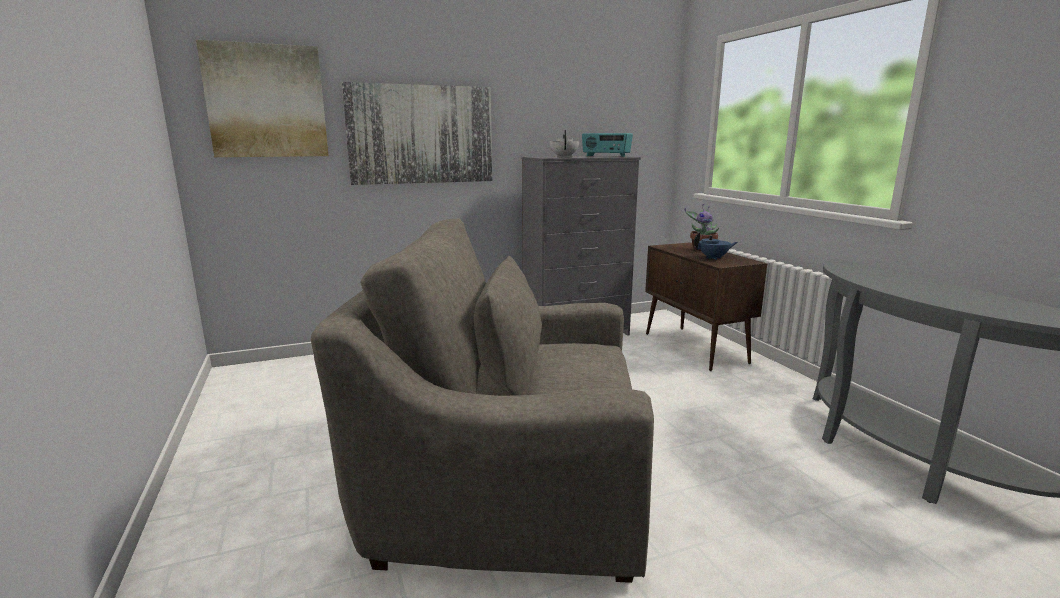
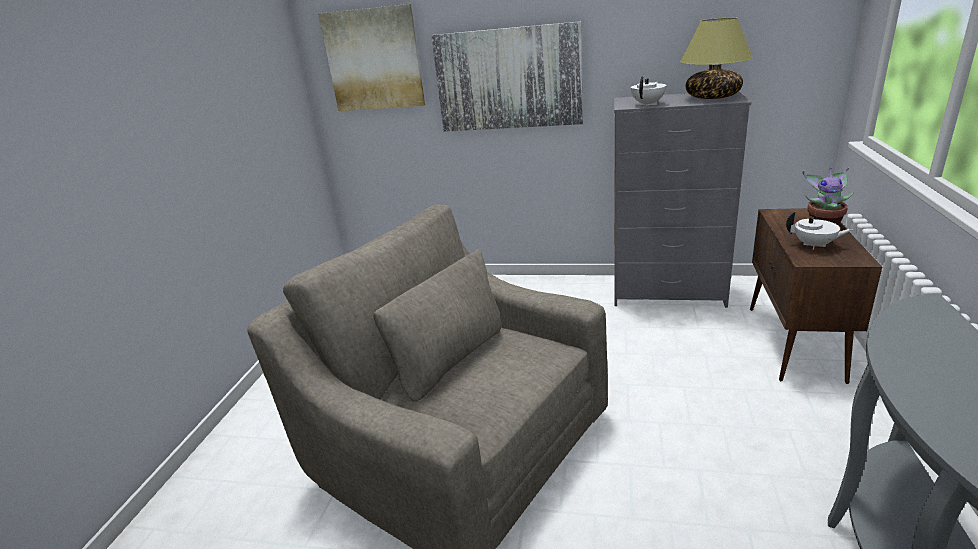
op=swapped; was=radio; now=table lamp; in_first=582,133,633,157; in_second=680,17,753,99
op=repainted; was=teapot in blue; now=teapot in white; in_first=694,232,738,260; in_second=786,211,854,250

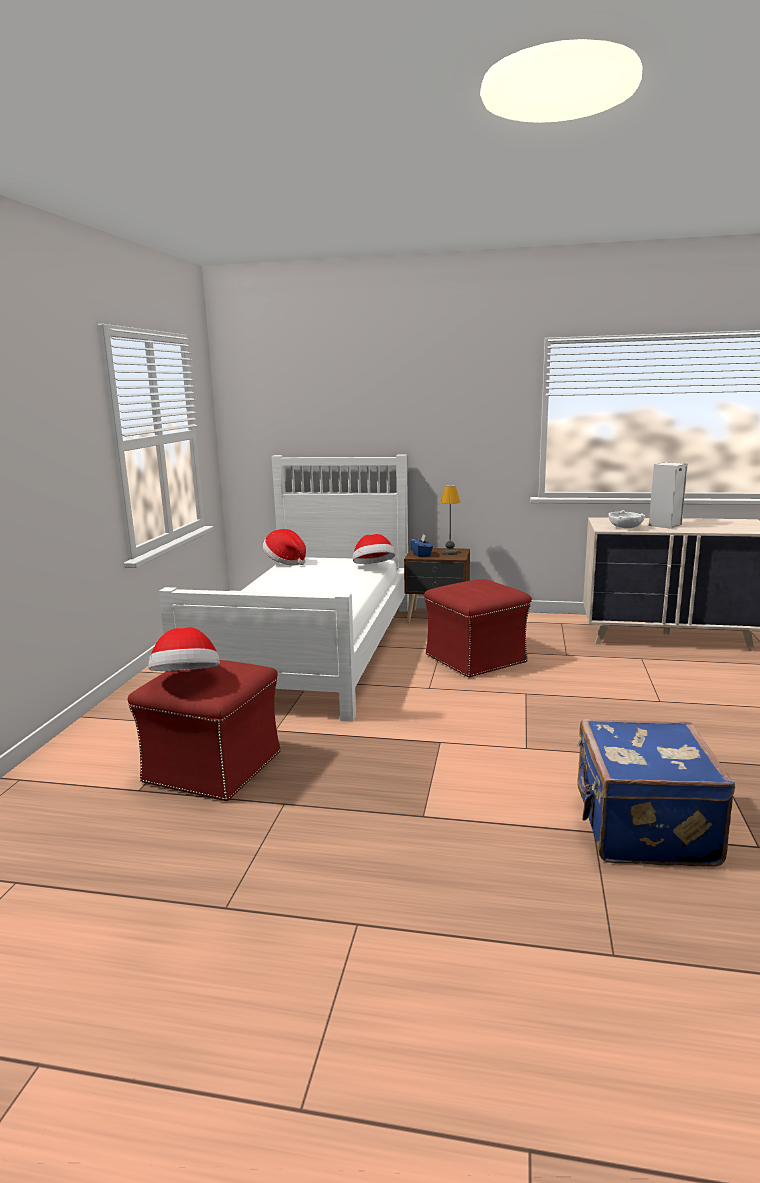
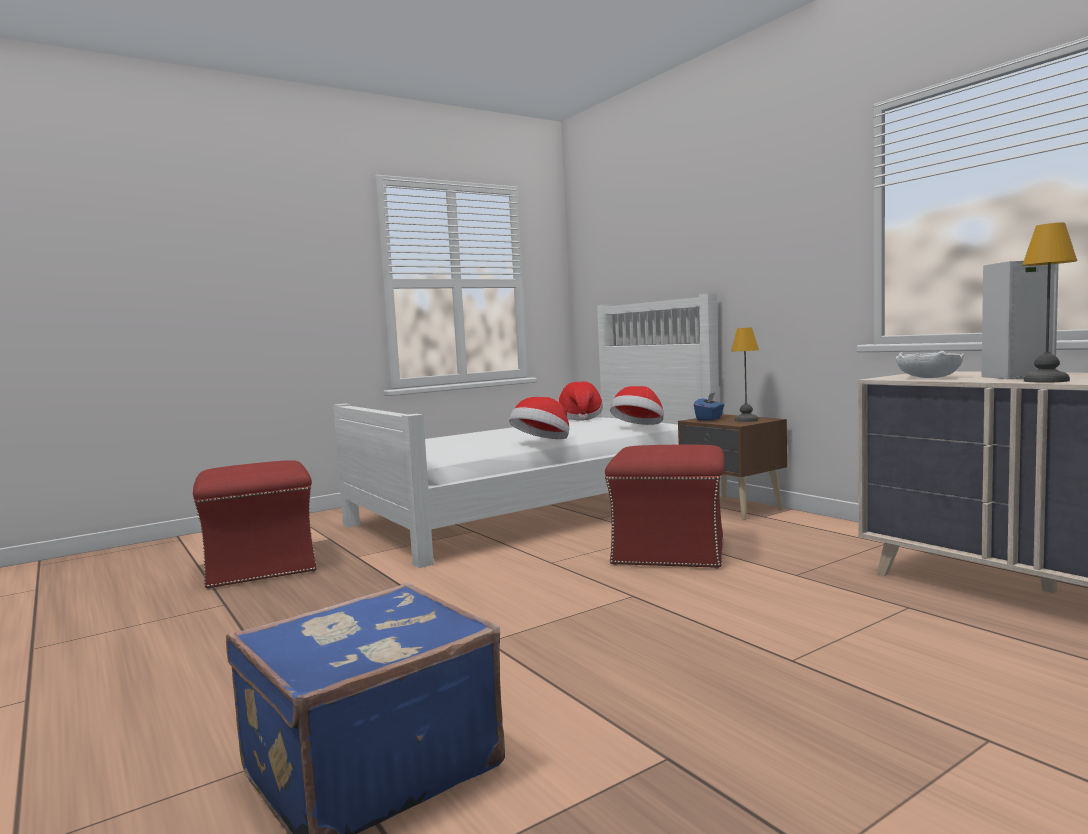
op=shifted; was=hat; in_first=148,627,220,671; in_second=509,397,570,439
op=new; now=table lamp; in_second=1022,223,1077,383

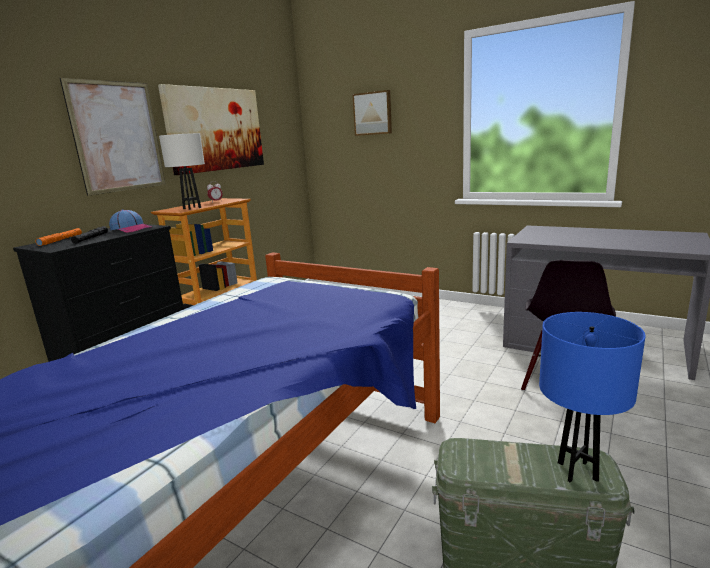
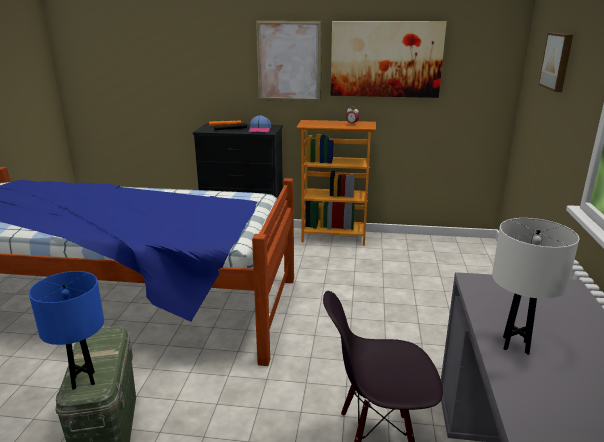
op=shifted; was=table lamp in white; in_first=159,133,205,210; in_second=492,218,579,354

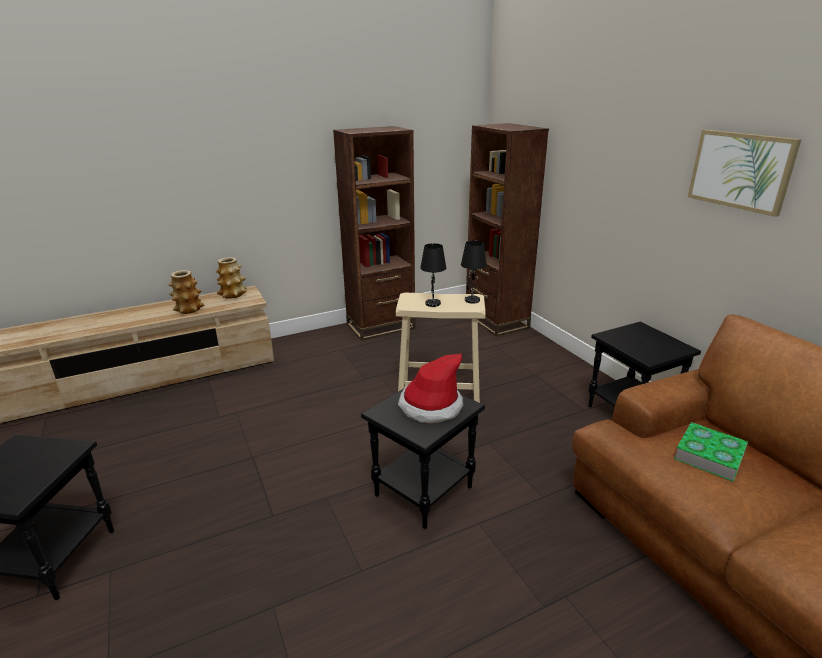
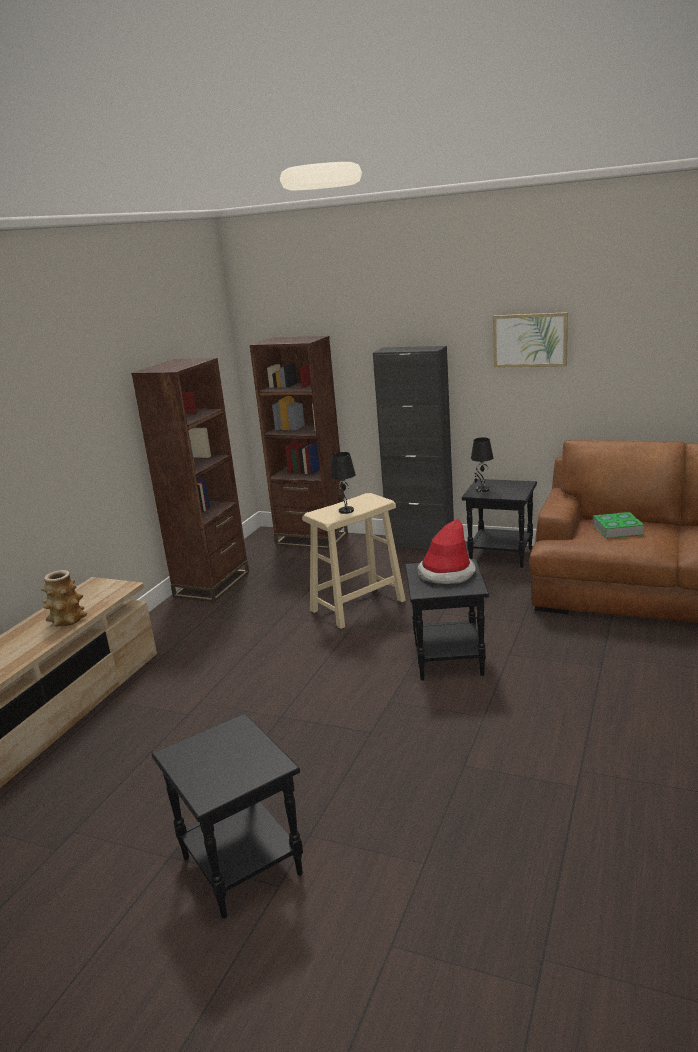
op=new; now=cabinet in black; in_second=373,346,454,551
op=shifted; was=table lamp in black; in_first=461,241,487,304; in_second=471,437,493,492
op=gone; was=vase; in_first=216,257,247,299

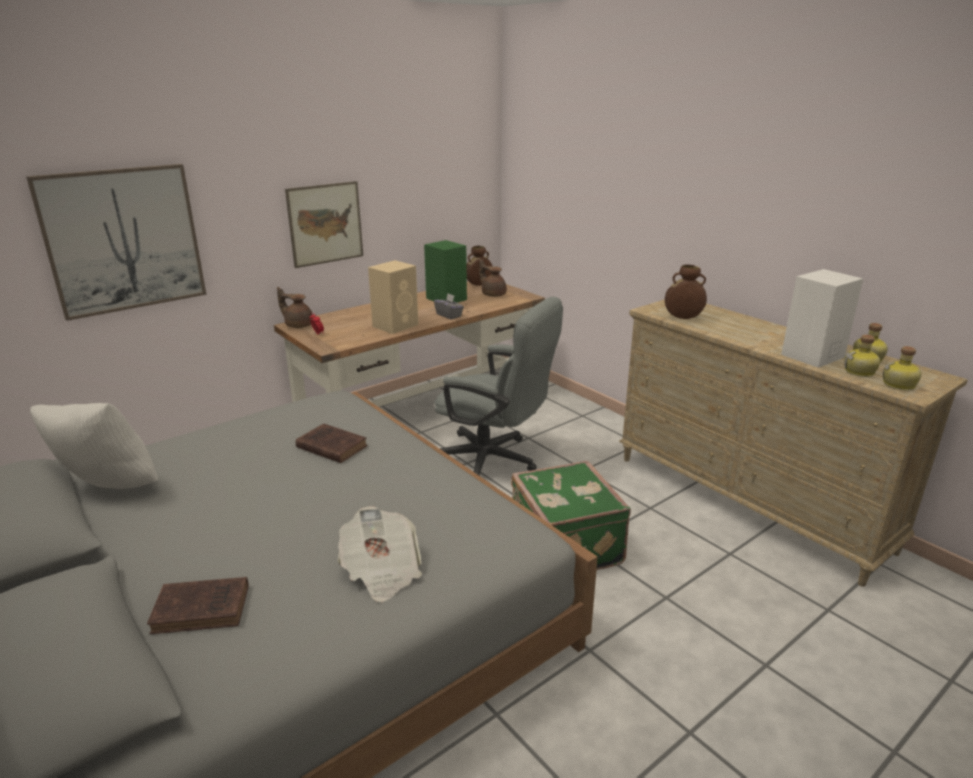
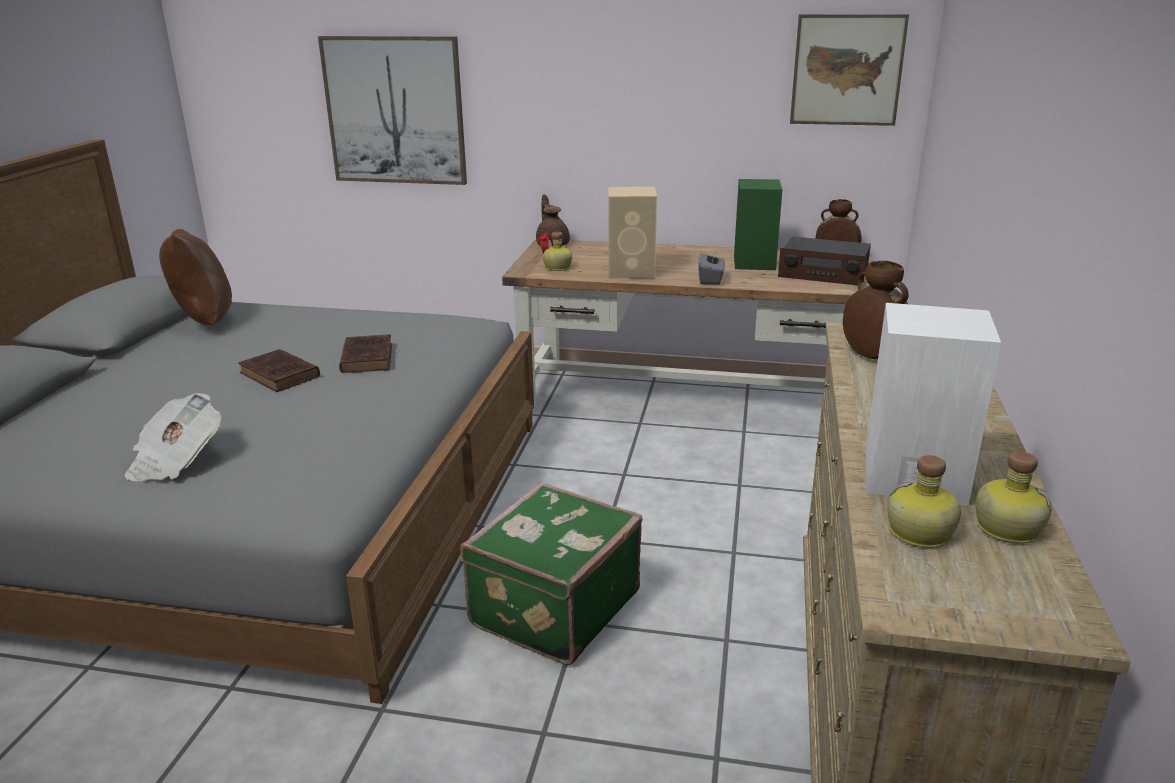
op=repainted; was=pillow in white; now=pillow in brown; in_first=30,403,158,489; in_second=159,229,232,325
op=shifted; was=book in brown; in_first=147,577,249,634; in_second=238,349,320,392
op=shifted; was=bottle; in_first=883,346,921,390; in_second=543,232,572,271
op=swapped; was=teapot in brown; now=radio; in_first=479,259,507,297; in_second=778,236,871,285
op=shifted; was=picture; in_first=285,181,363,268; in_second=790,14,909,126
op=gone; was=office chair in grey; in_first=435,297,563,475

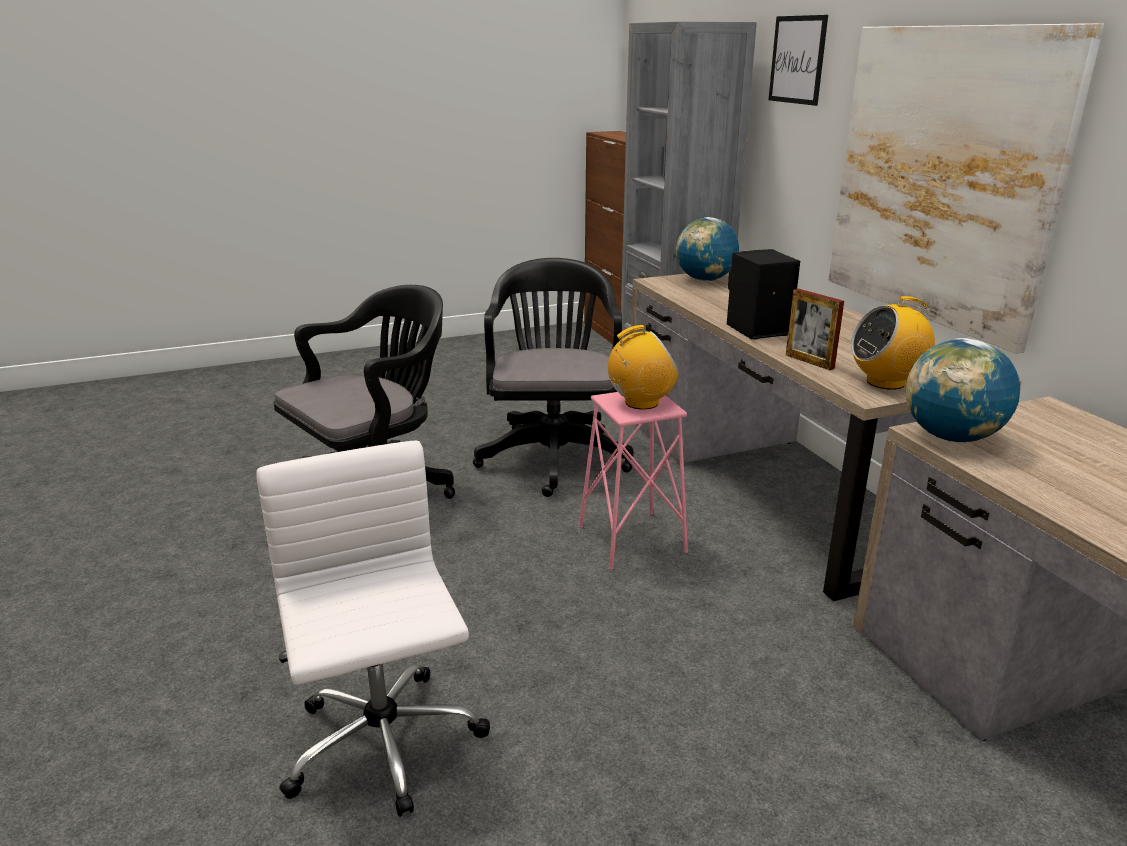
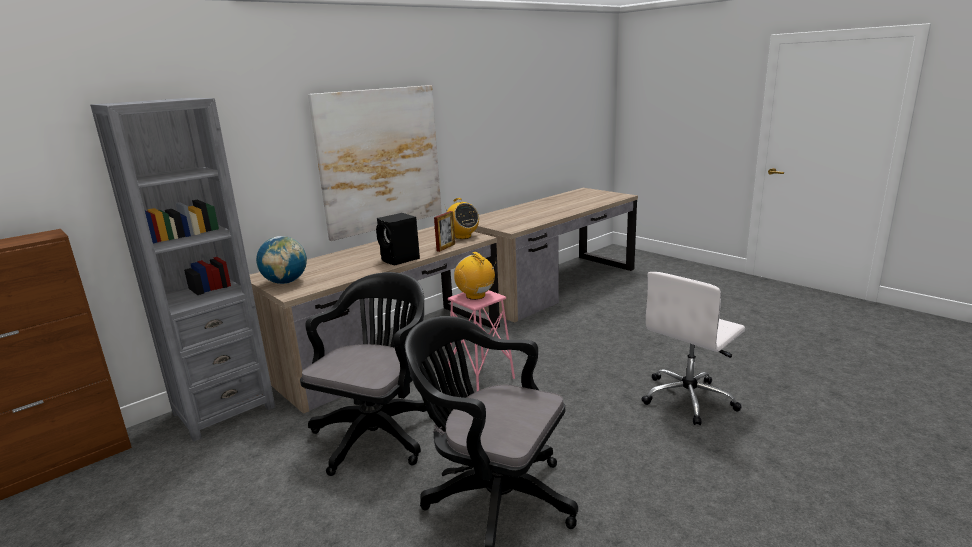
op=rotated; was=office chair in black; in_first=473,258,634,497; in_second=300,272,431,476; clockwise=135
op=gone; was=picture; in_first=769,15,828,106
op=gone; was=globe; in_first=906,338,1020,443

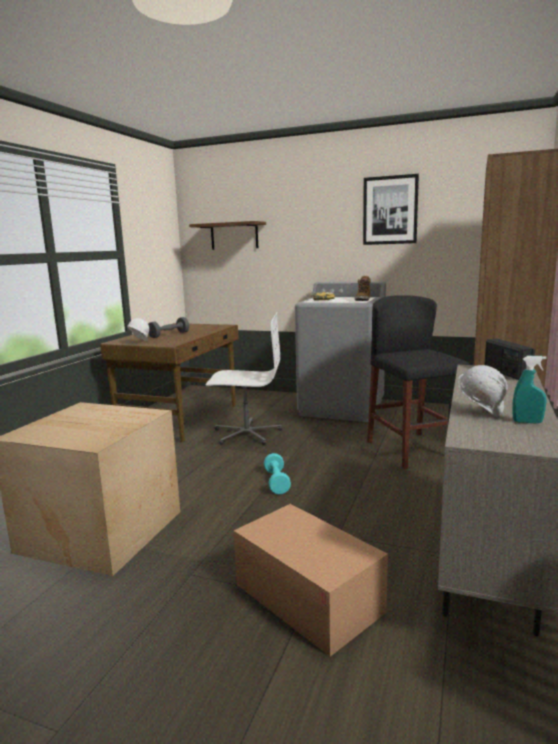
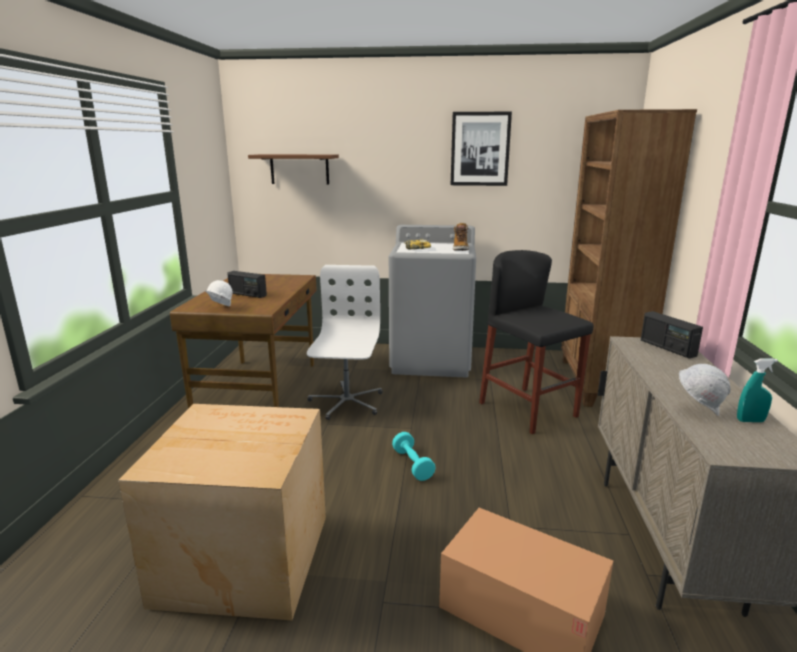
op=swapped; was=dumbbell in grey; now=radio; in_first=148,317,189,338; in_second=228,271,267,298
op=rotated; was=office chair in white; in_first=205,312,282,445; in_second=307,265,383,420; clockwise=-75

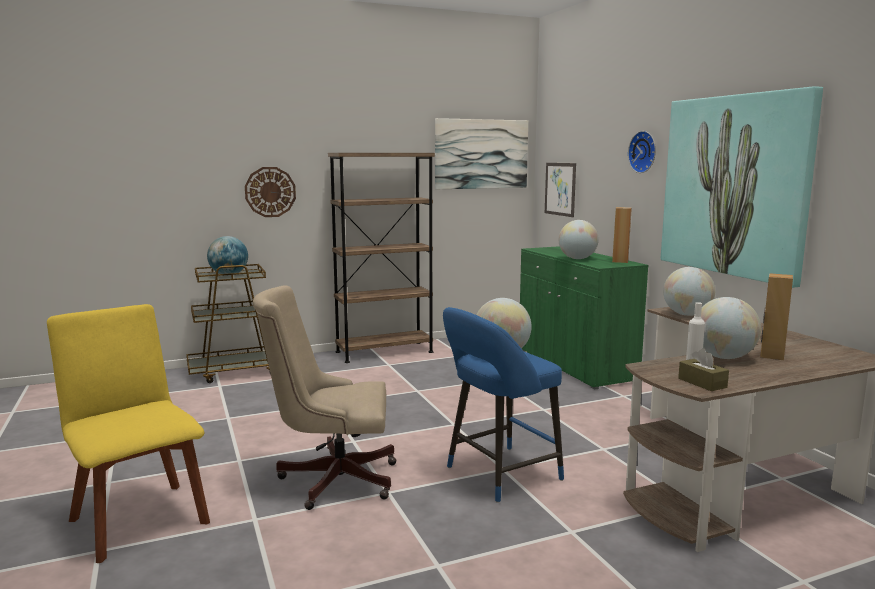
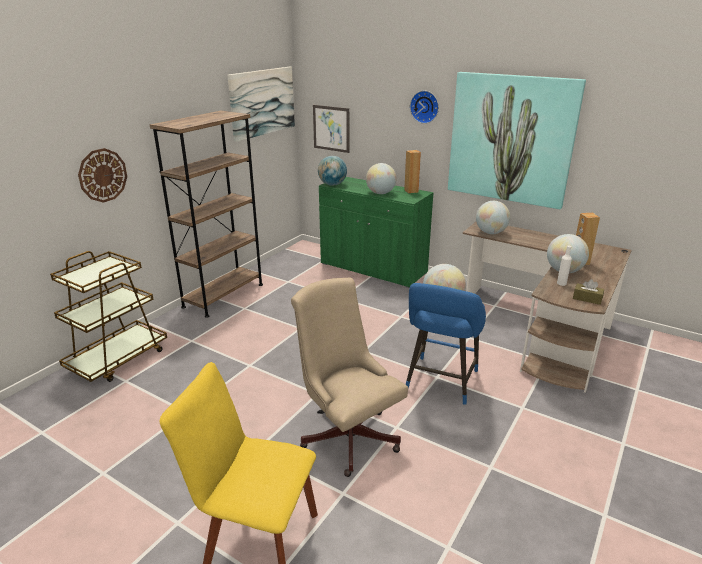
op=rotated; was=office chair in beige; in_first=253,285,397,510; in_second=291,277,408,477; clockwise=90
op=shifted; was=globe; in_first=207,236,248,274; in_second=318,156,347,185

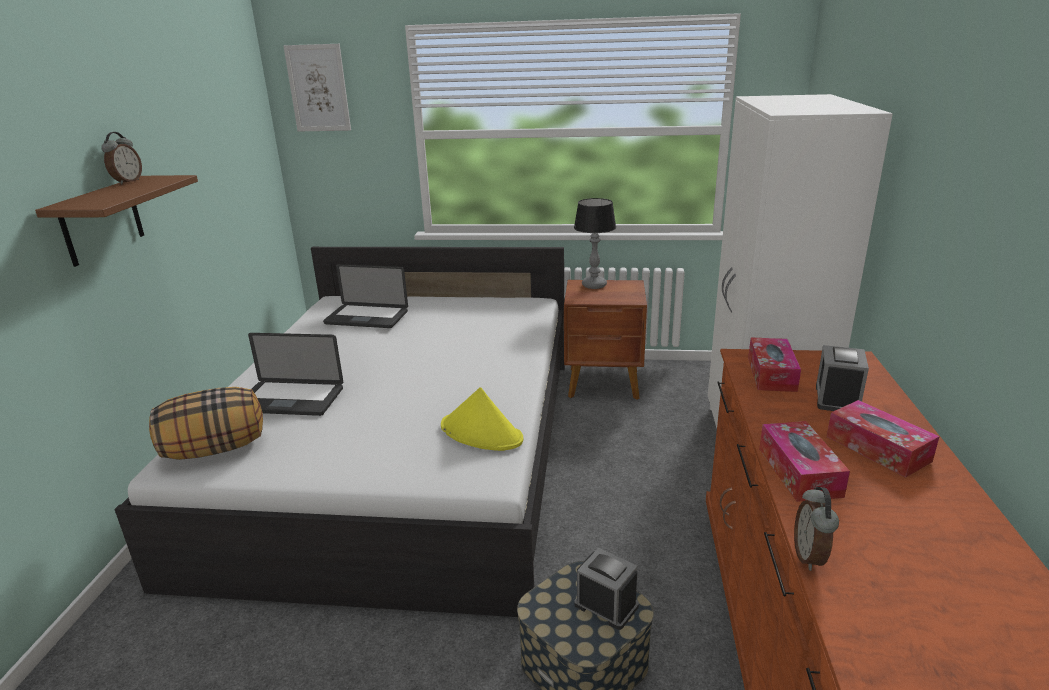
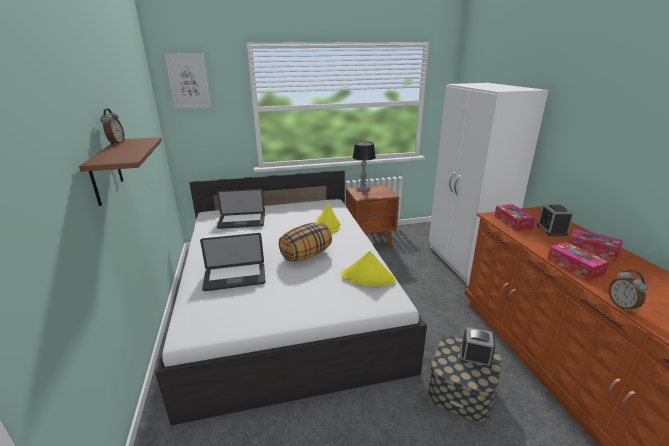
op=shifted; was=pillow; in_first=149,387,263,460; in_second=279,223,332,262
op=new; now=hat in yellow; in_second=316,203,340,233

